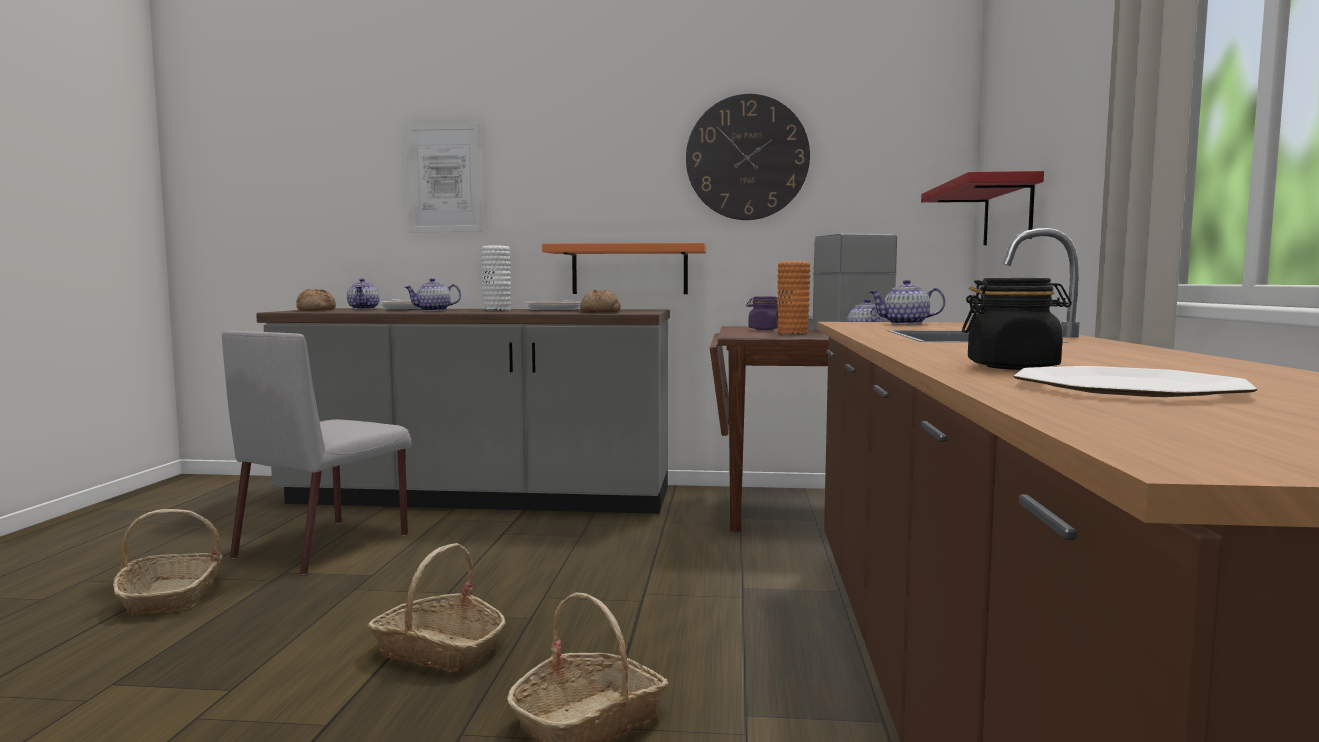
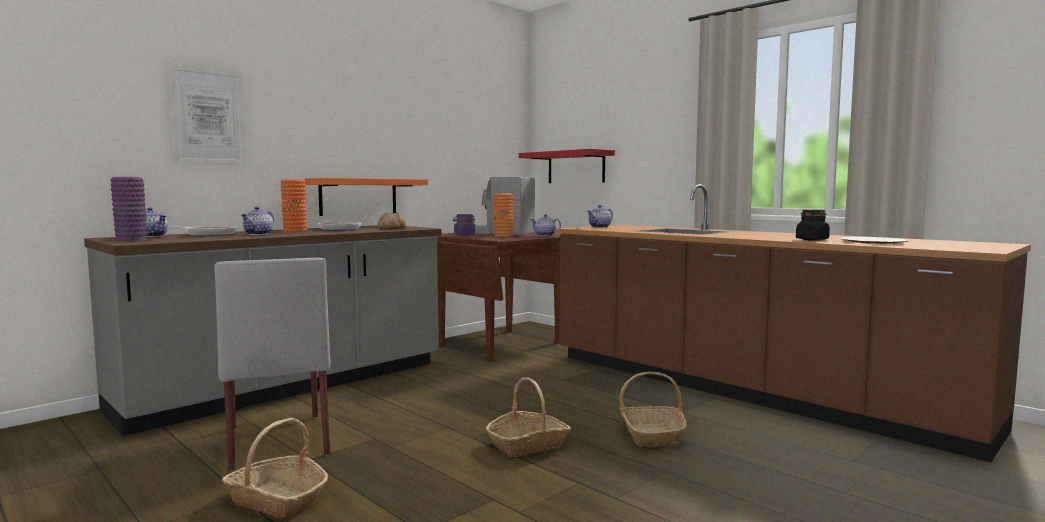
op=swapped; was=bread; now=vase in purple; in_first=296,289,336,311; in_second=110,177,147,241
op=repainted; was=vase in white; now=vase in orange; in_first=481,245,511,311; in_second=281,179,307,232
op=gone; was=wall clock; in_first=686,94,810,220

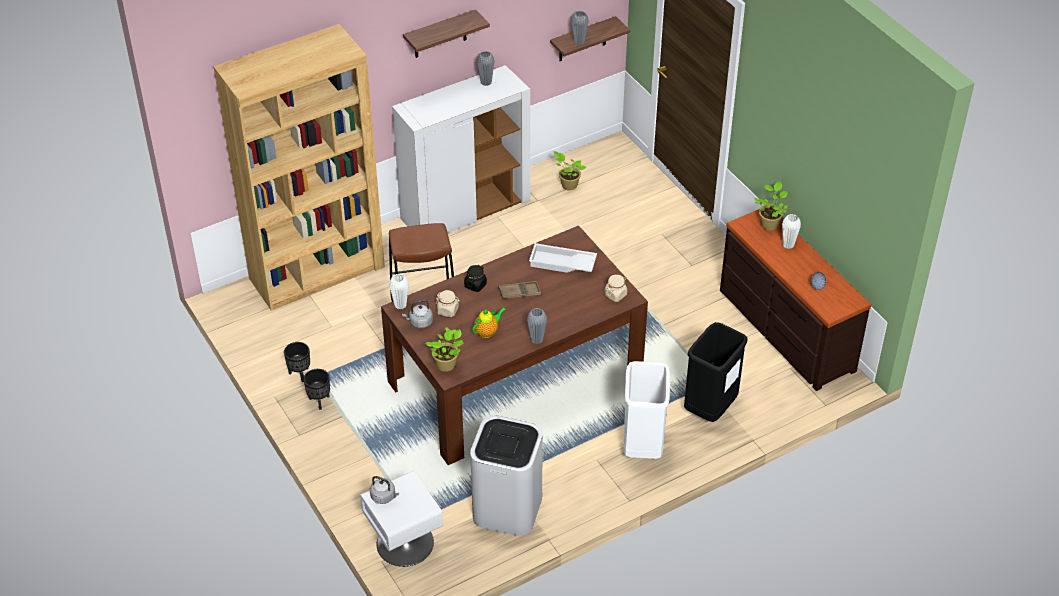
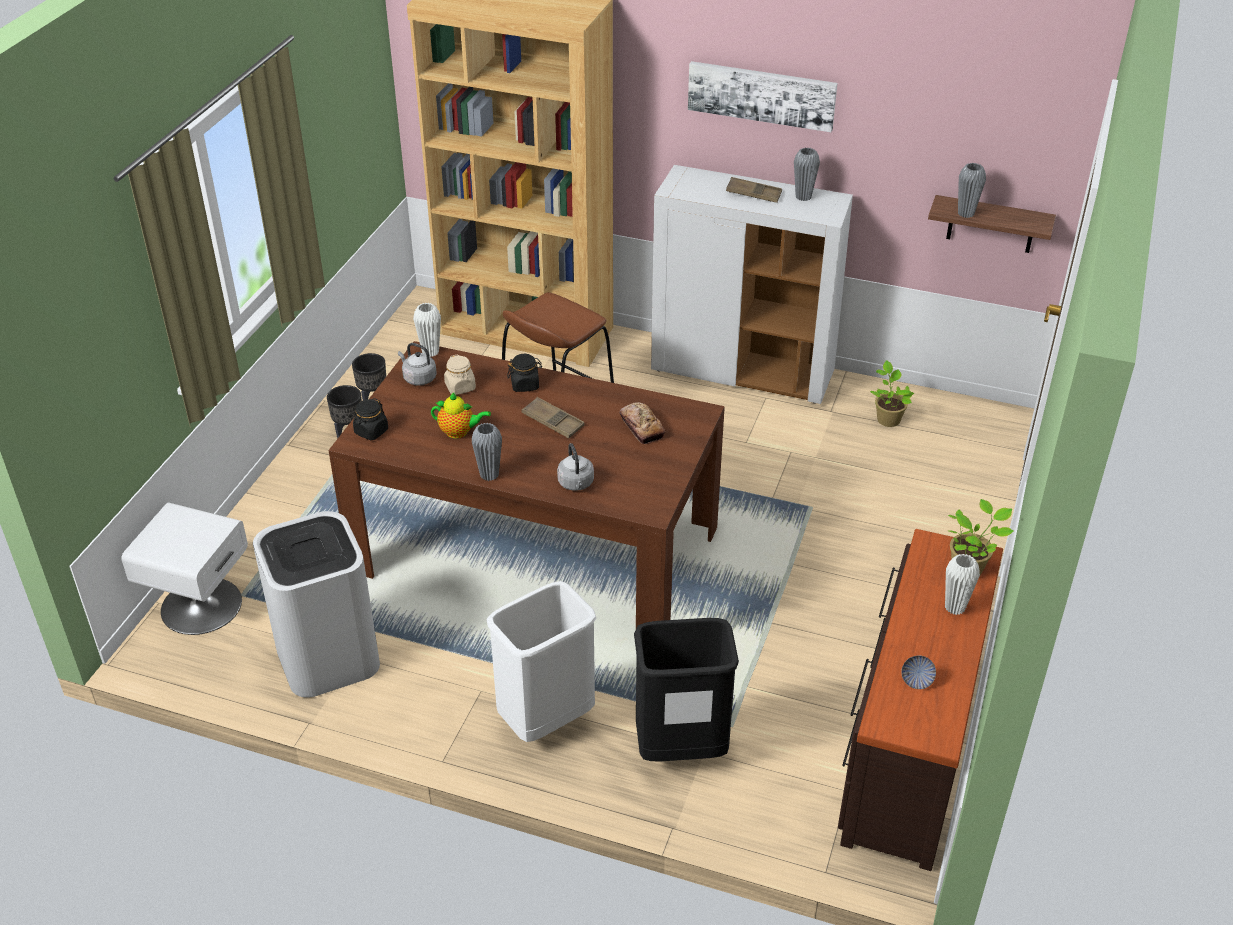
op=swapped; was=potted plant; now=jar in black; in_first=425,327,464,372; in_second=353,398,388,440
op=shifted; was=kettle in grey; in_first=370,476,399,504; in_second=557,443,594,491
op=swapped; was=tray in white; now=bread; in_first=529,243,597,273; in_second=619,402,665,444
op=swapped; was=shelf; now=picture; in_first=403,9,490,58; in_second=688,61,838,132
op=new; now=tray in brown; in_second=726,177,782,203
op=gone; was=jar in beige; in_first=604,275,627,302

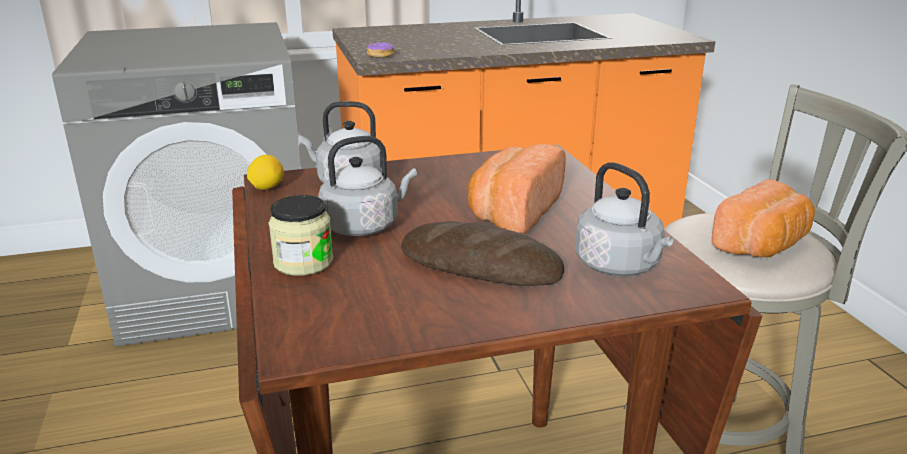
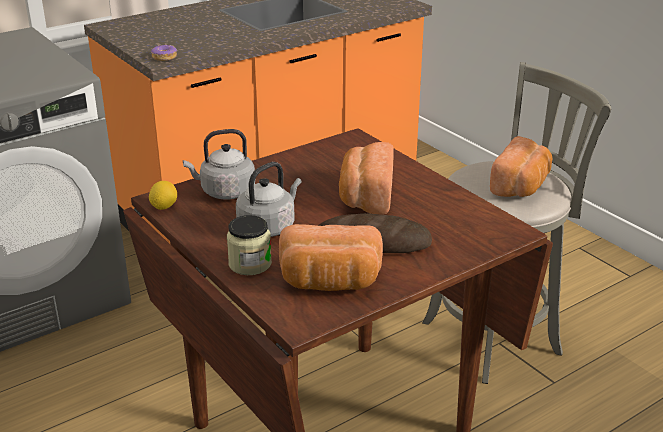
op=new; now=bread; in_second=279,224,383,291
op=gone; was=kettle in grey; in_first=575,162,673,276

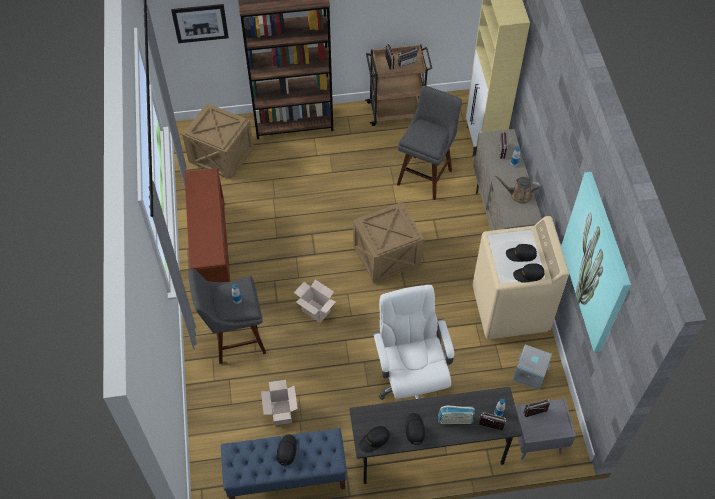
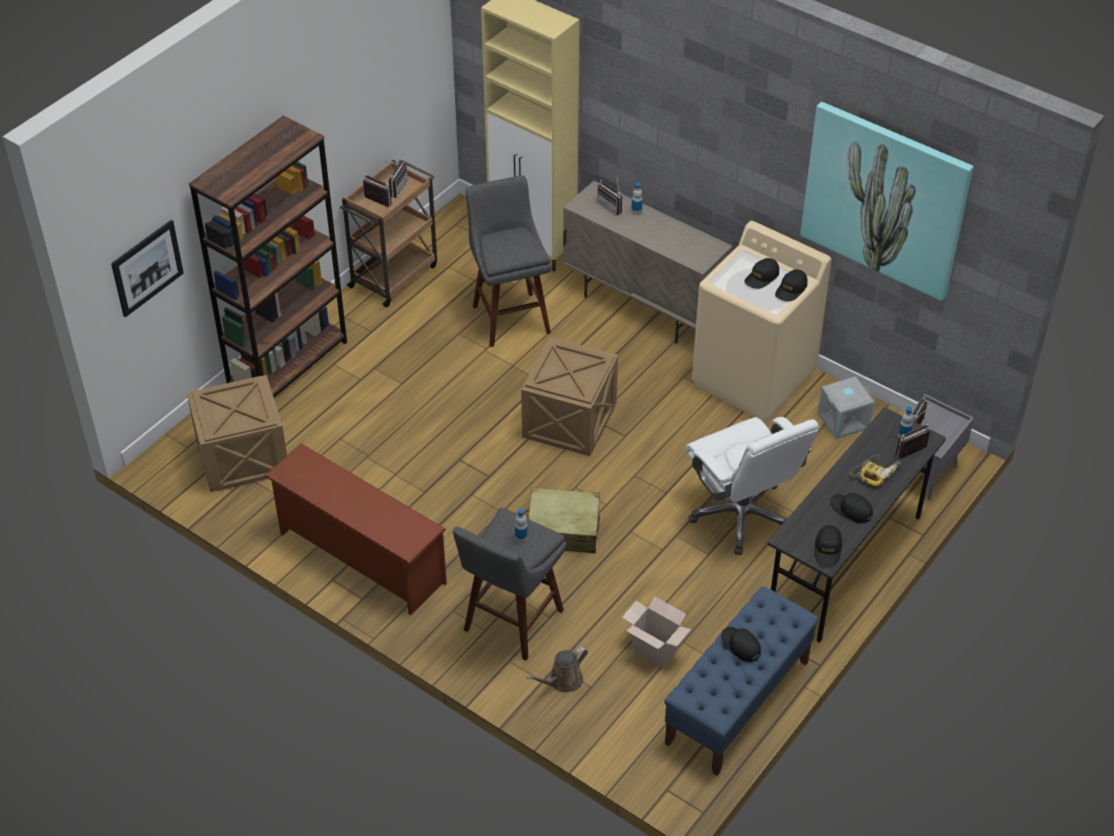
op=swapped; was=cardboard box; now=suitcase in beige; in_first=294,280,336,323; in_second=524,487,600,553
op=shifted; was=watering can in brown; in_first=494,175,540,204; in_second=526,646,588,693
op=rotated; was=office chair in white; in_first=373,285,454,400; in_second=685,417,819,555; clockwise=-150
op=swapped; was=radio; now=power drill; in_first=438,406,475,424; in_second=849,455,901,486

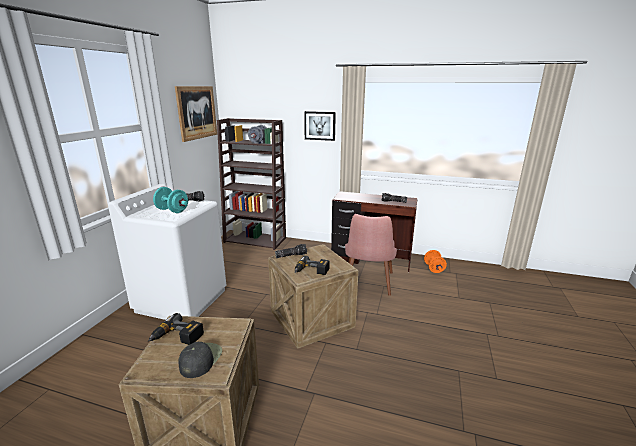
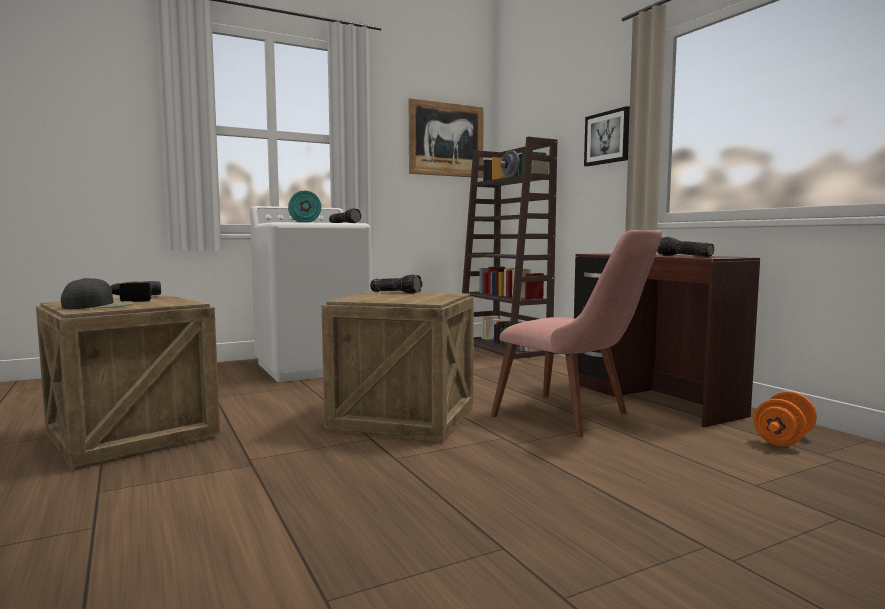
op=rotated; was=chair in pink; in_first=345,214,397,296; in_second=491,230,662,437; clockwise=-105
op=gone; was=power drill; in_first=295,256,330,275

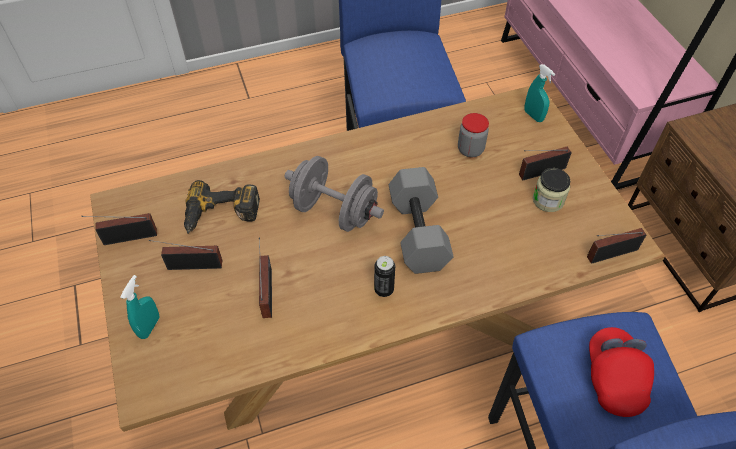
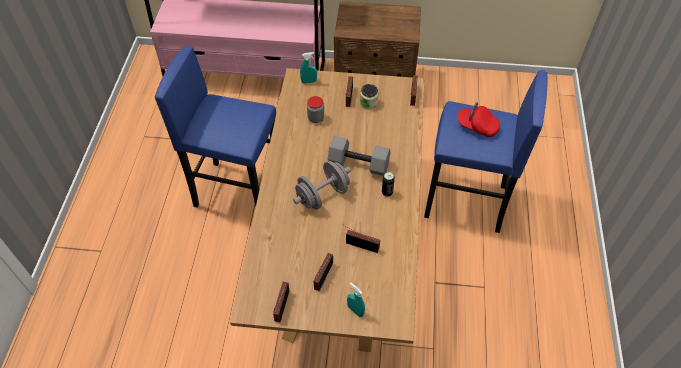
op=gone; was=power drill; in_first=184,180,260,234

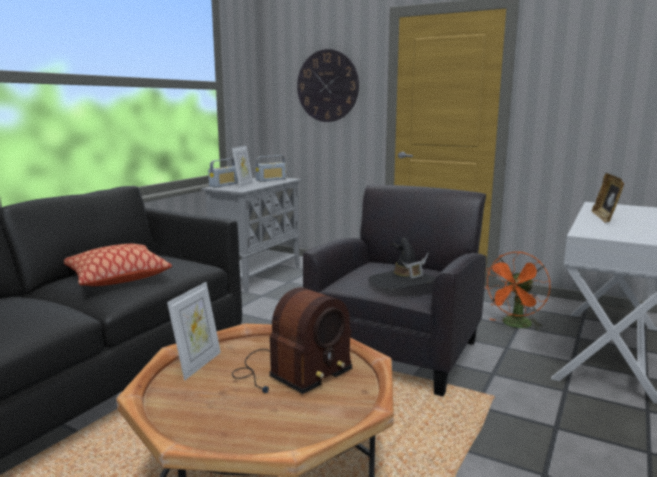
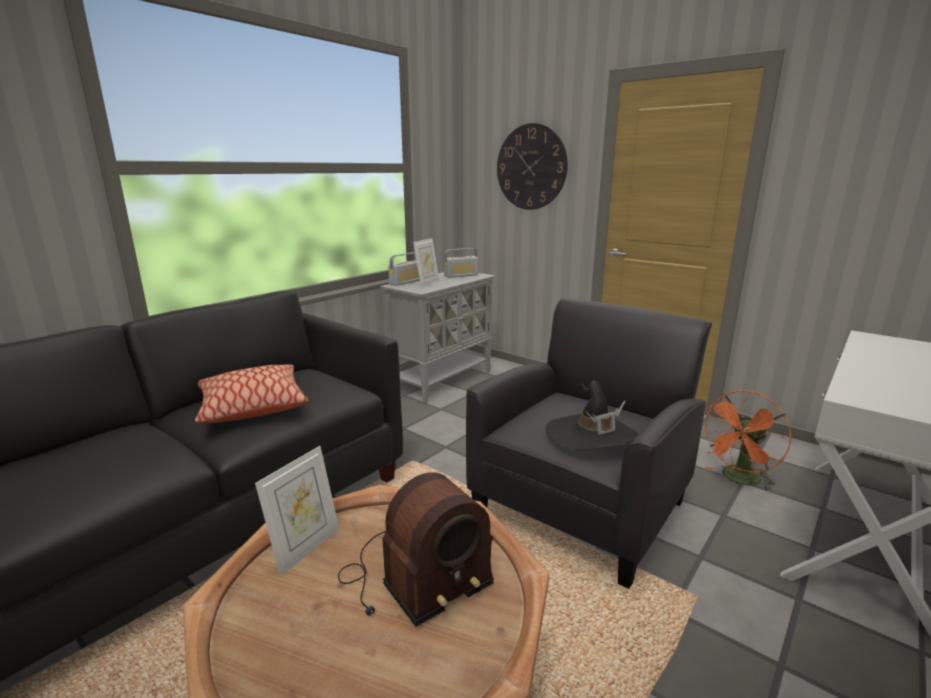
op=gone; was=picture frame; in_first=592,173,624,223

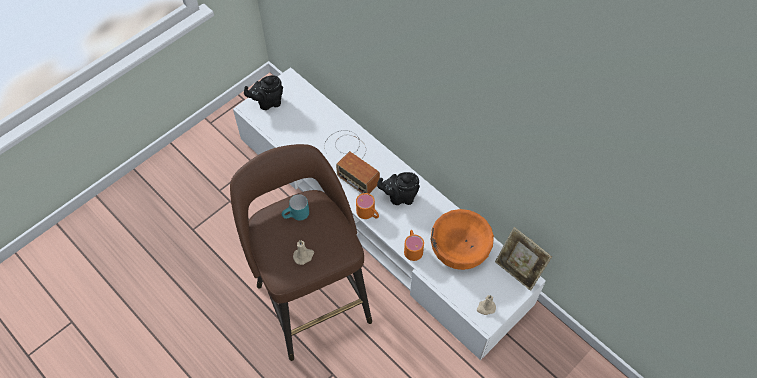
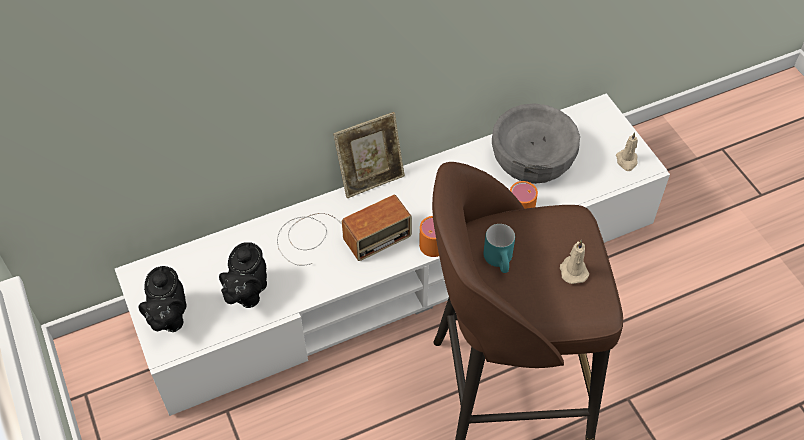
op=shifted; was=teapot in black; in_first=377,172,420,205; in_second=219,242,267,308
op=shifted; was=picture frame; in_first=495,227,552,291; in_second=333,112,405,198
op=repainted; was=bowl in orange; now=bowl in grey; in_first=431,209,494,270; in_second=492,103,580,184

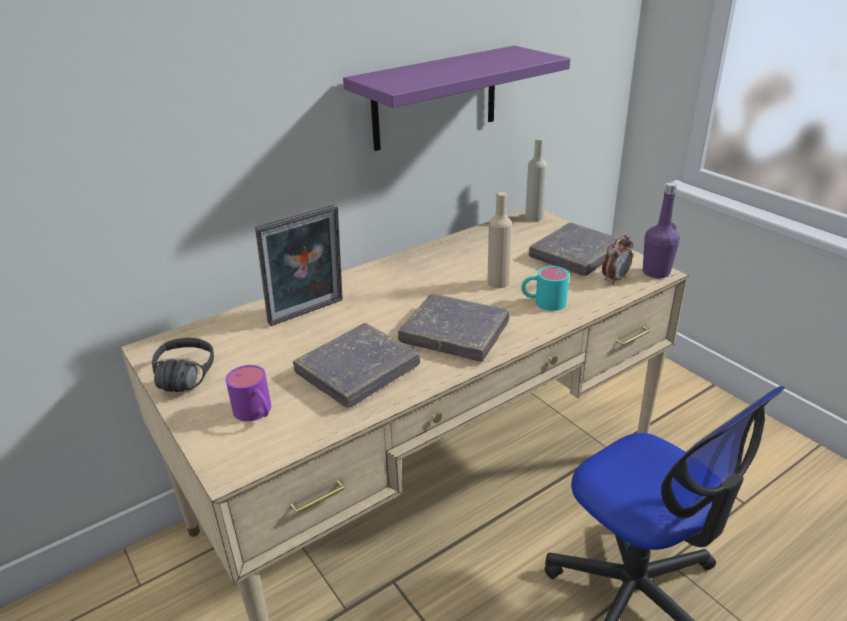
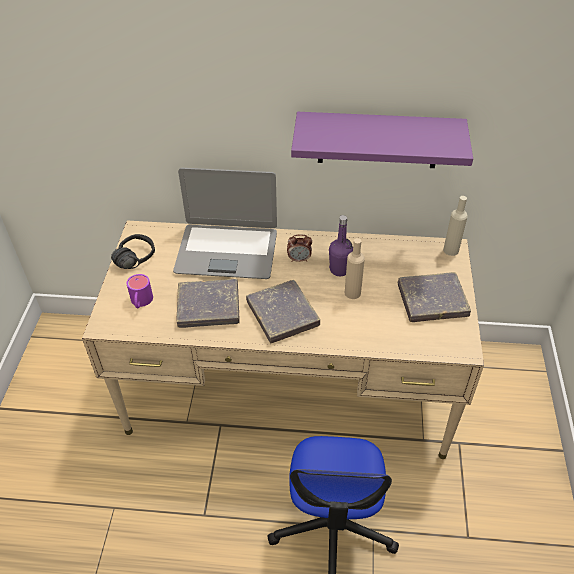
op=swapped; was=picture frame; now=laptop; in_first=255,205,343,326; in_second=173,168,277,279
op=shifted; was=alarm clock; in_first=602,235,633,284; in_second=287,234,312,262
op=shifted; was=bottle in purple; in_first=643,182,680,278; in_second=329,215,353,276
op=gone; was=mug in turquoise; in_first=521,266,569,311

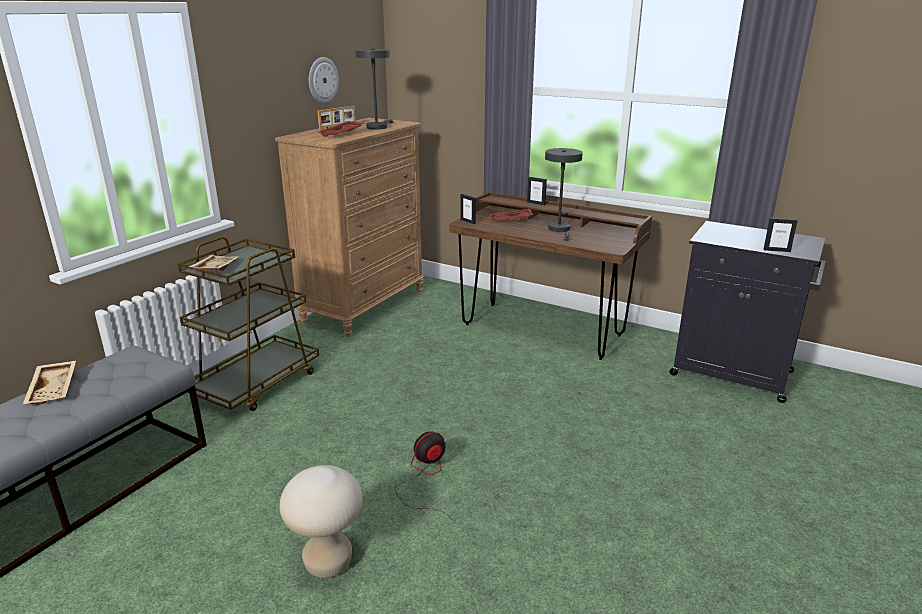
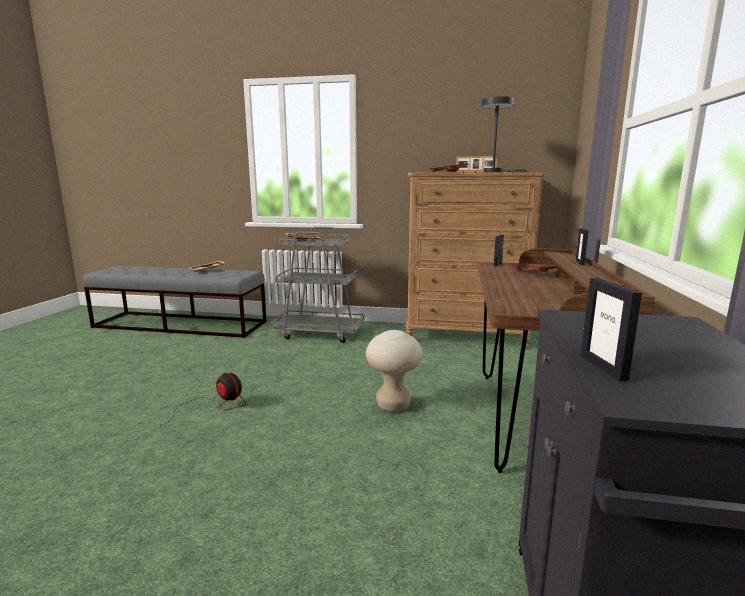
op=repainted; was=cart in brown; now=cart in grey; in_first=178,236,319,411; in_second=270,227,364,343
op=shifted; was=stool in beige; in_first=279,465,363,578; in_second=366,330,423,412
op=gone; was=wall clock; in_first=309,57,339,104
op=gone; was=table lamp in grey; in_first=545,148,583,241

